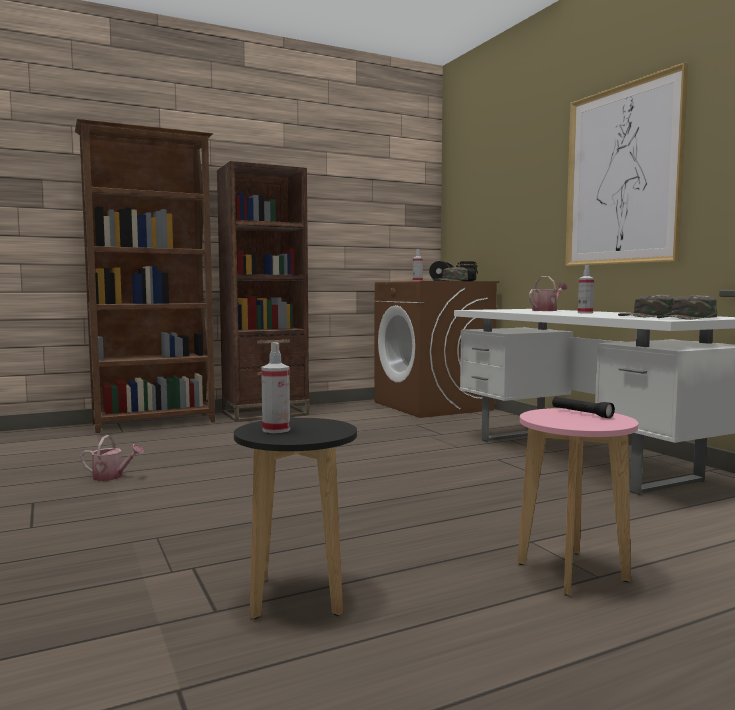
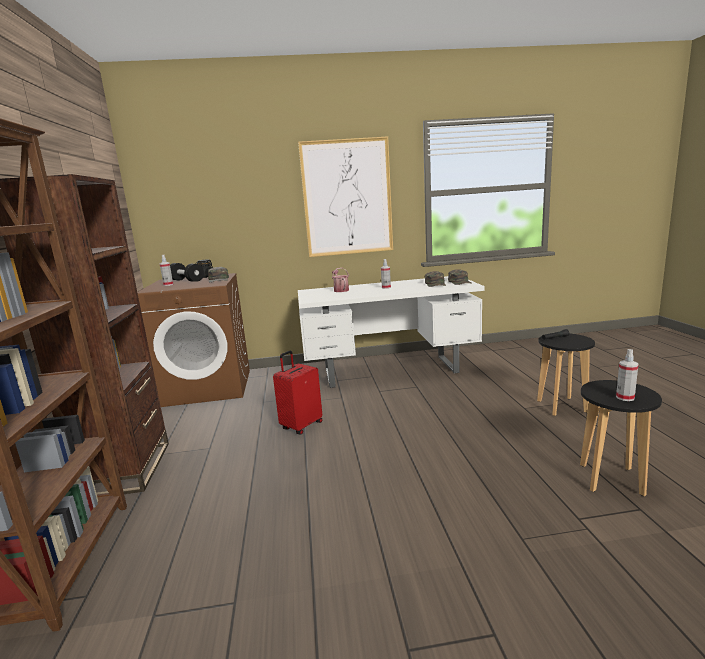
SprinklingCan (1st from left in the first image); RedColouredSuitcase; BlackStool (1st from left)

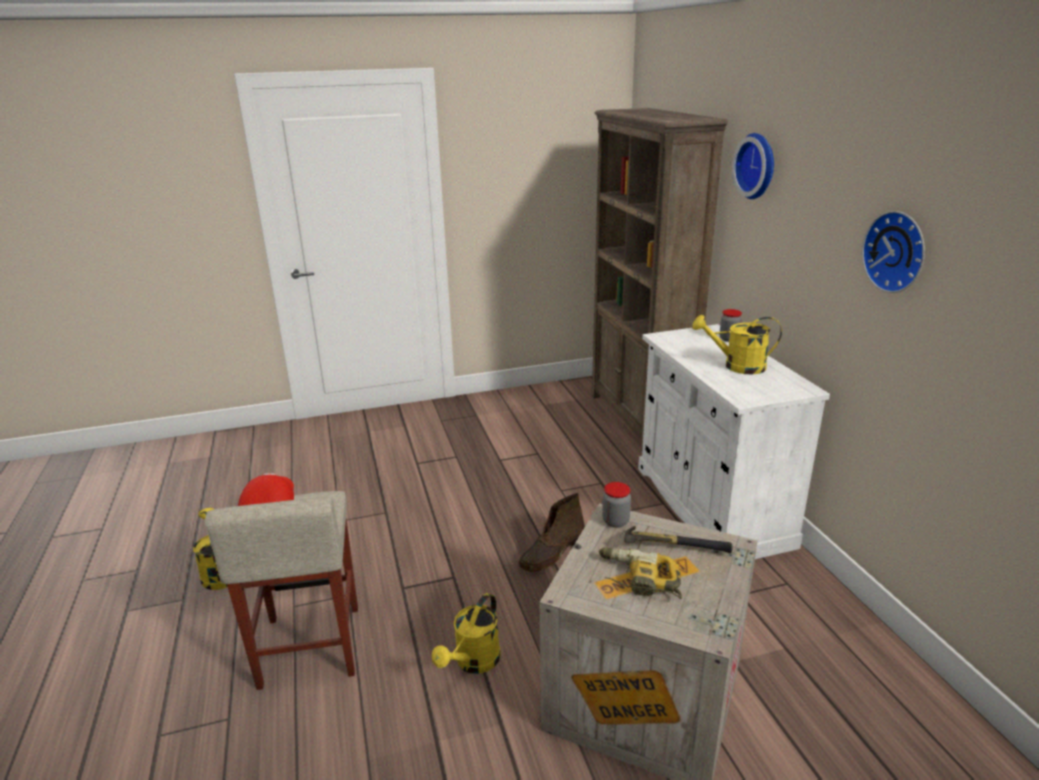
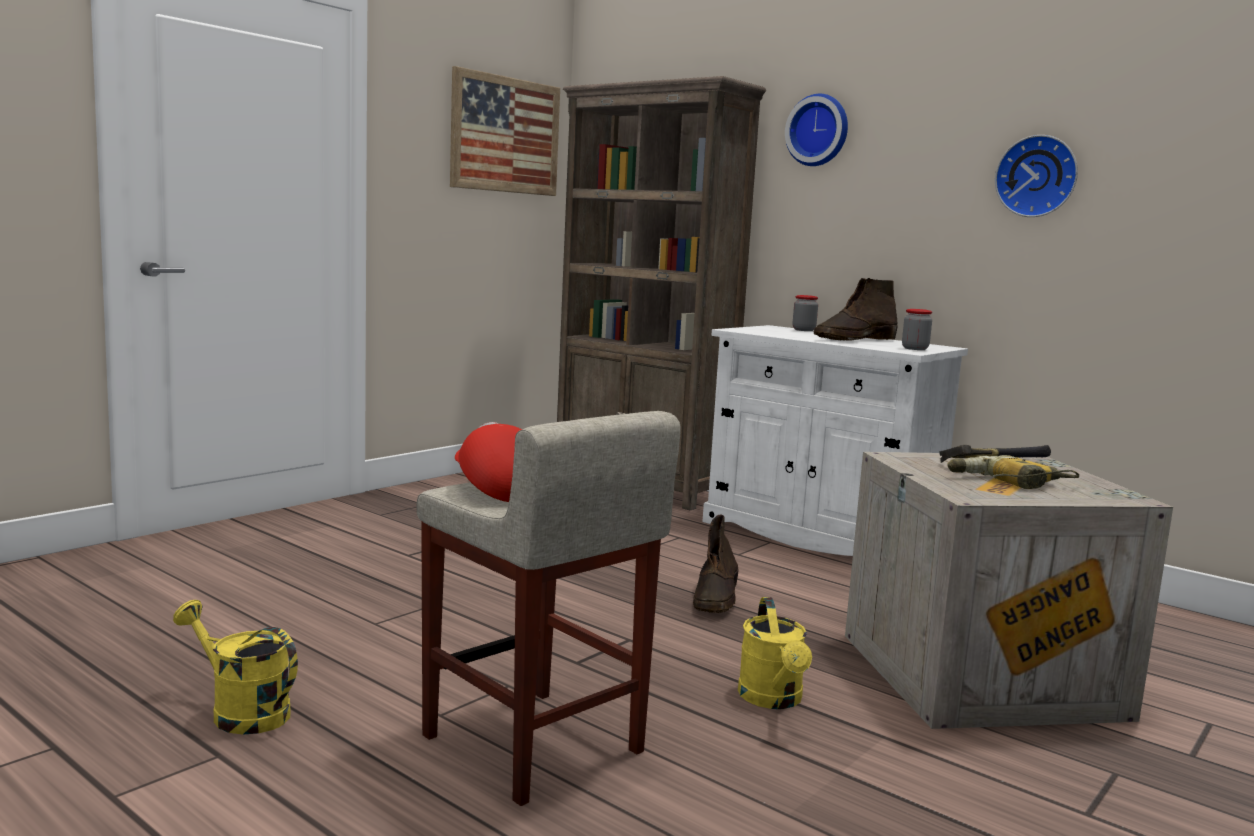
Picture; Jar (2nd from left); BrownishBoot (2nd from left)

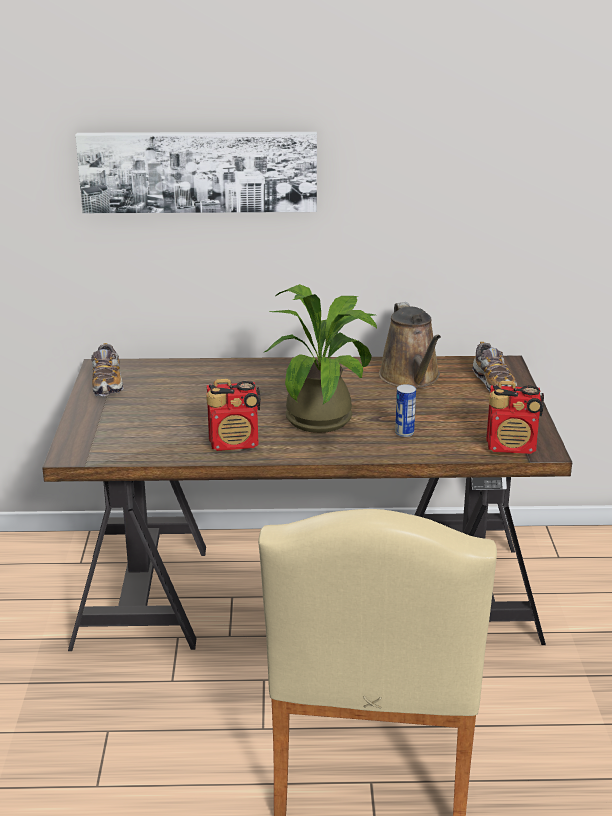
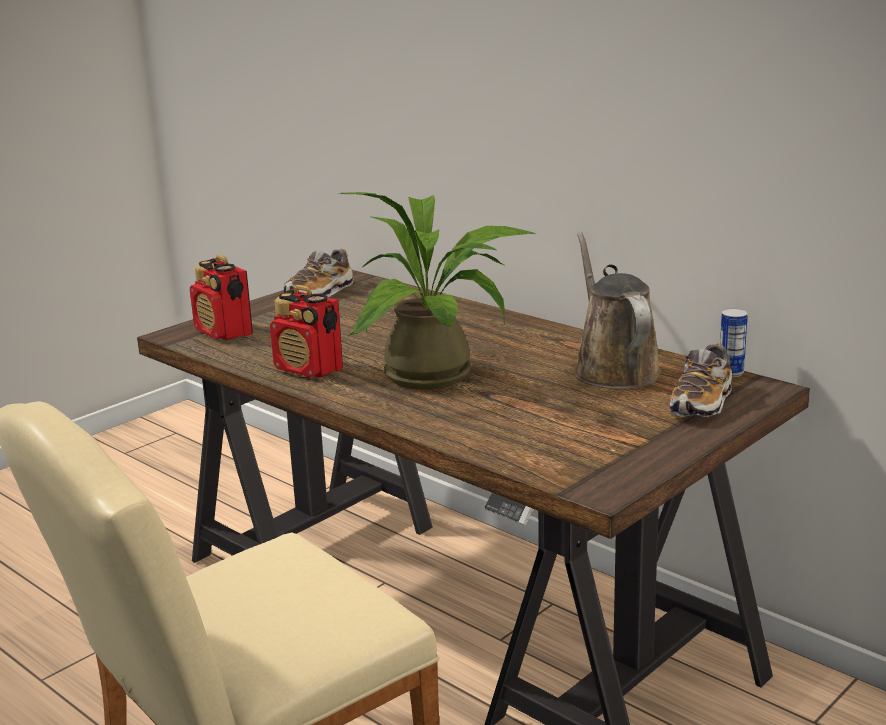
Picture; SealedCan; RadioSet (1st from left); BrownishSprinklingCan

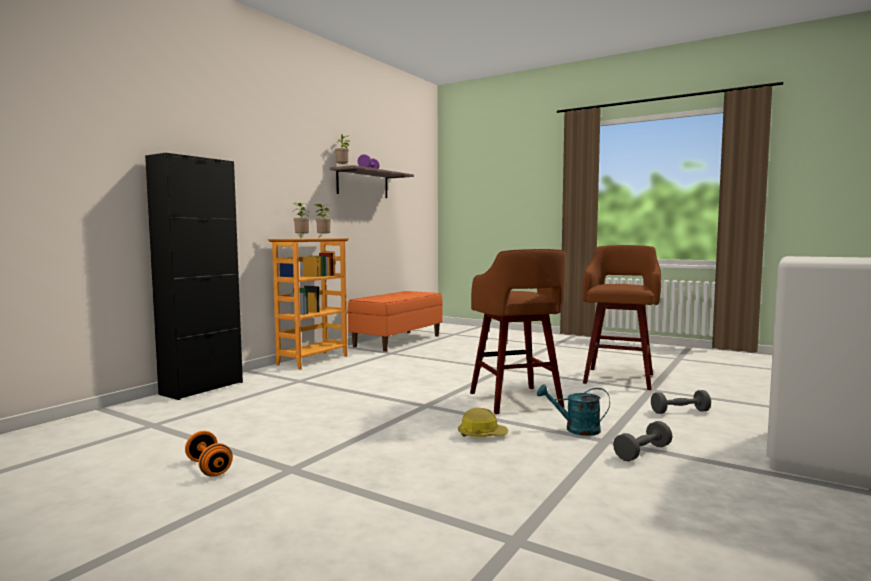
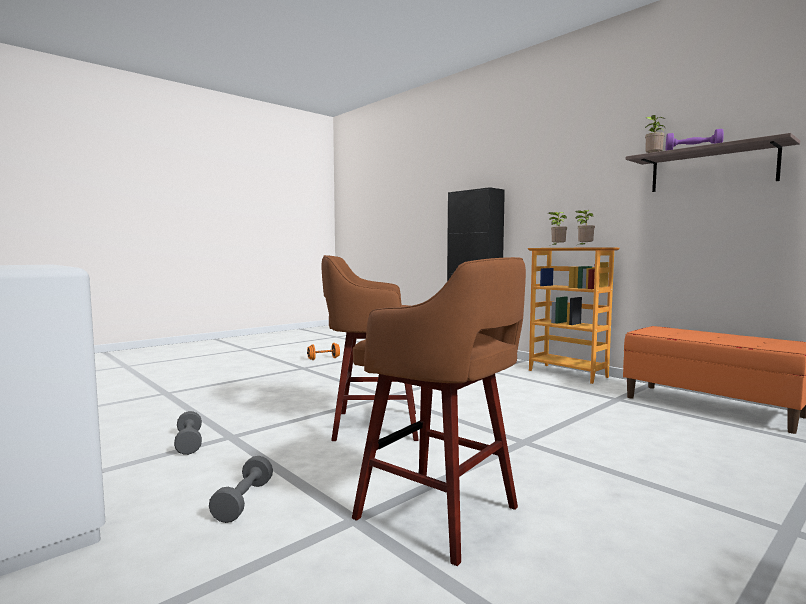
WorkHelmet; TurquoiseColouredSprinklingCan

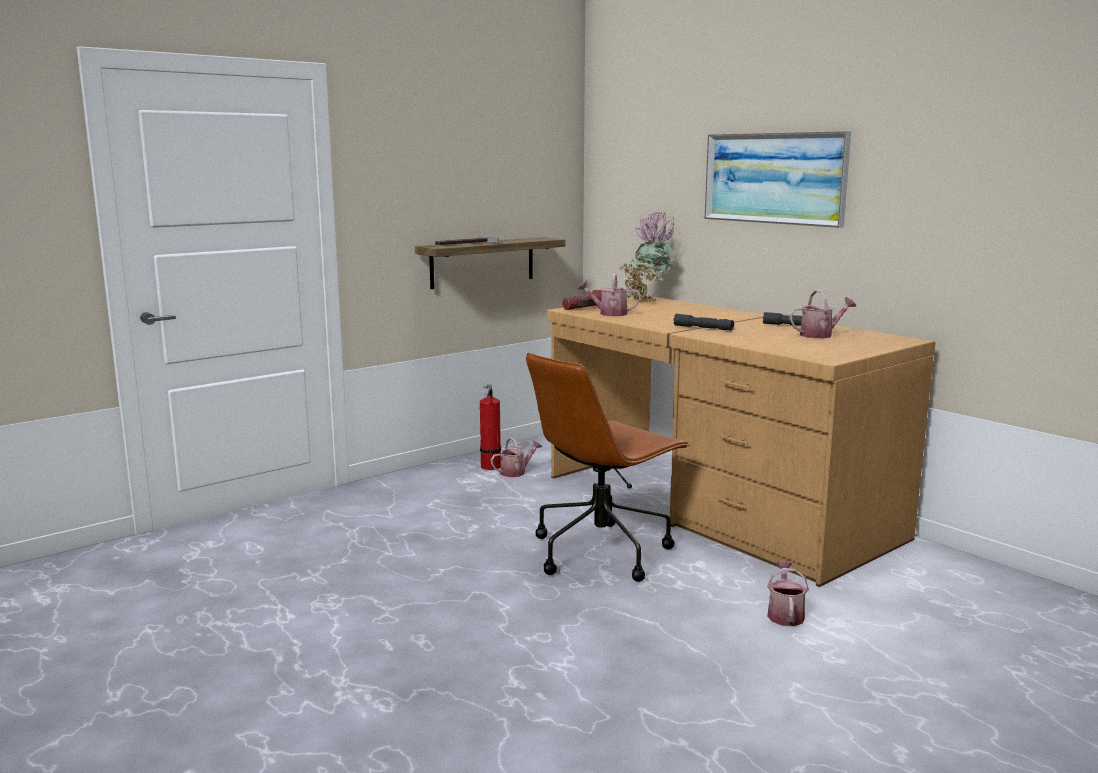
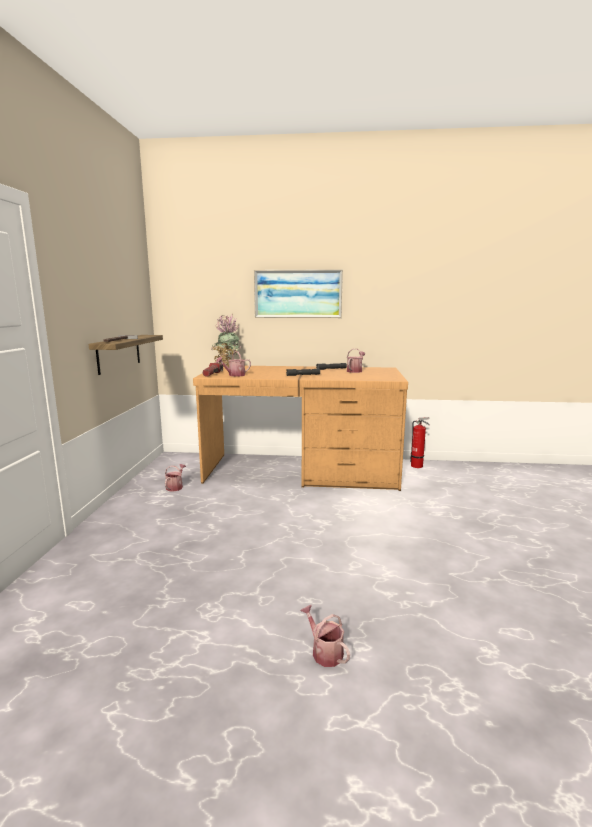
BrownishComputerChair; Extinguisher; SprinklingCan (3rd from left)

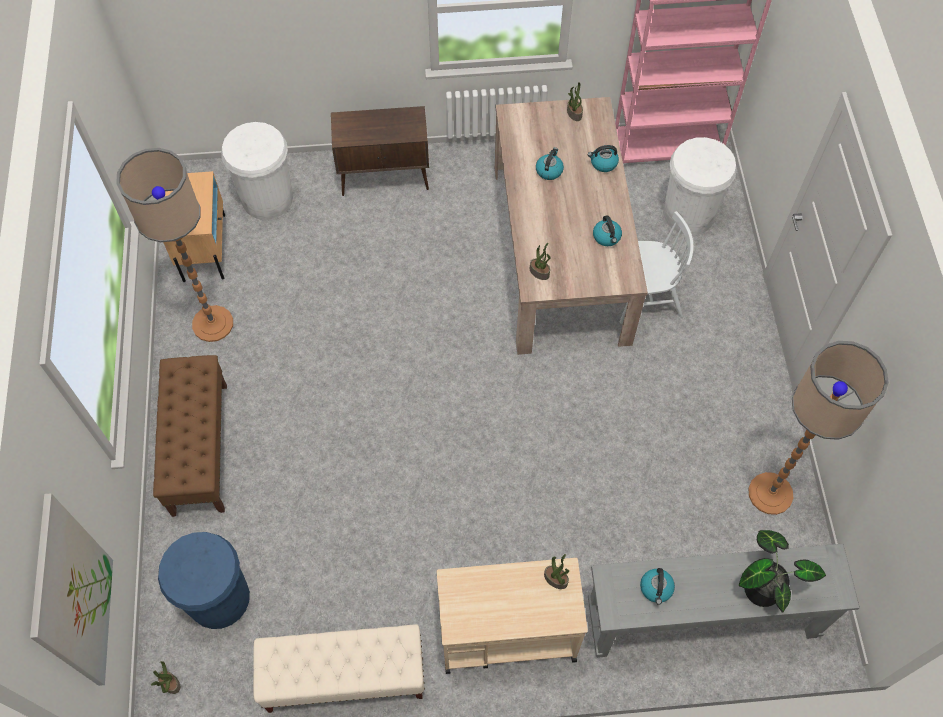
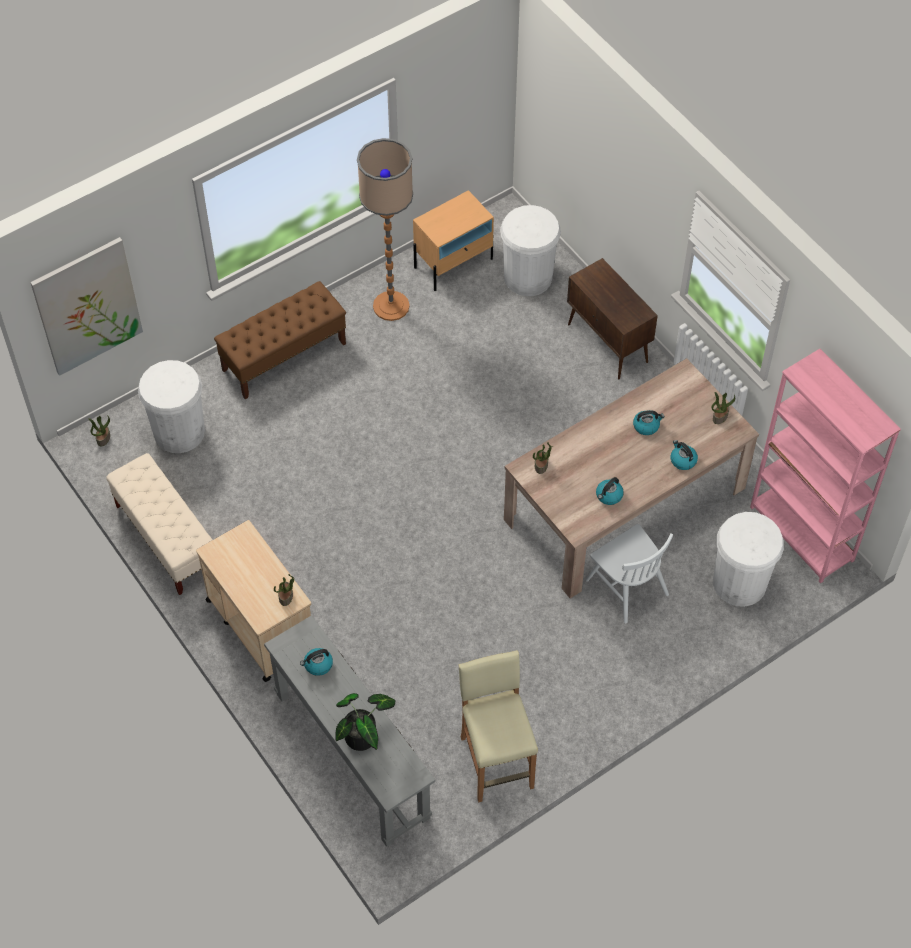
SandColouredStool; WhiteColouredTrashCan (1st from left)

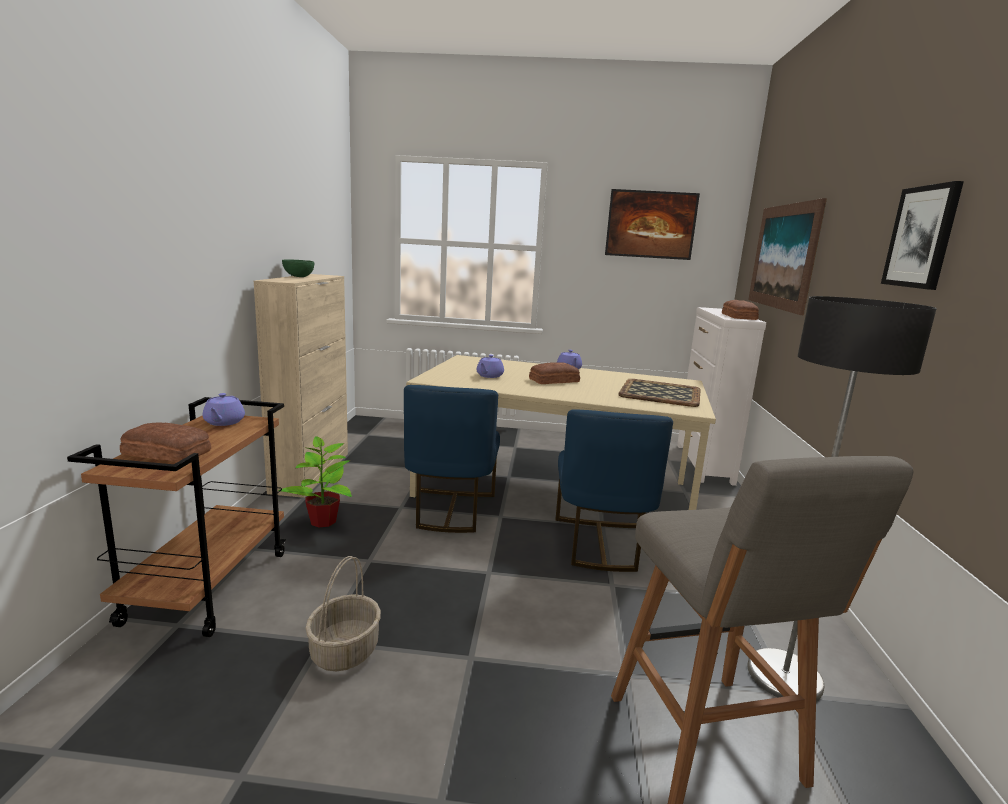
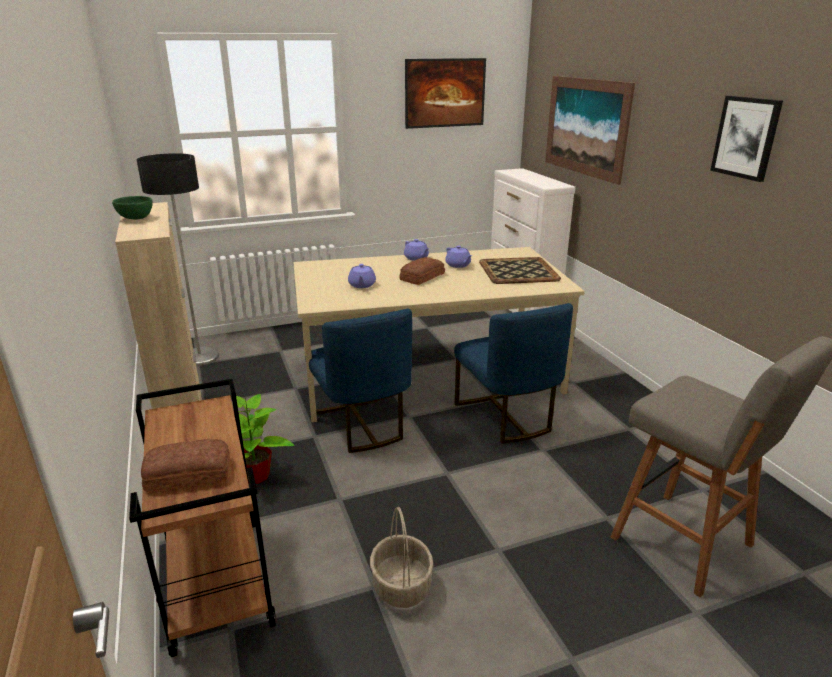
BakedBread (3rd from left in the first image); PurplishTeaPot (3rd from left); FloorLamp

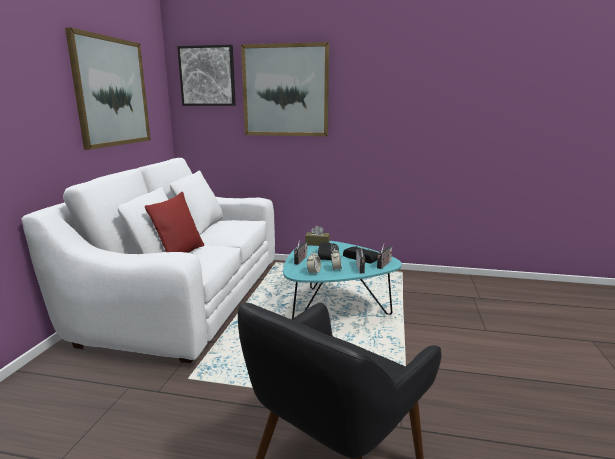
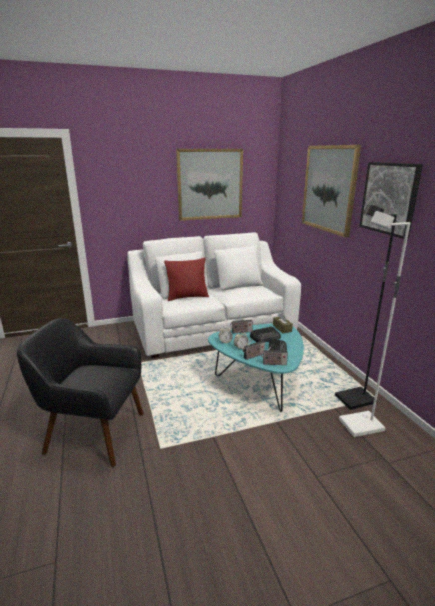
BlackFloorLamp; WhiteColouredFloorLamp; Picture (3rd from left)

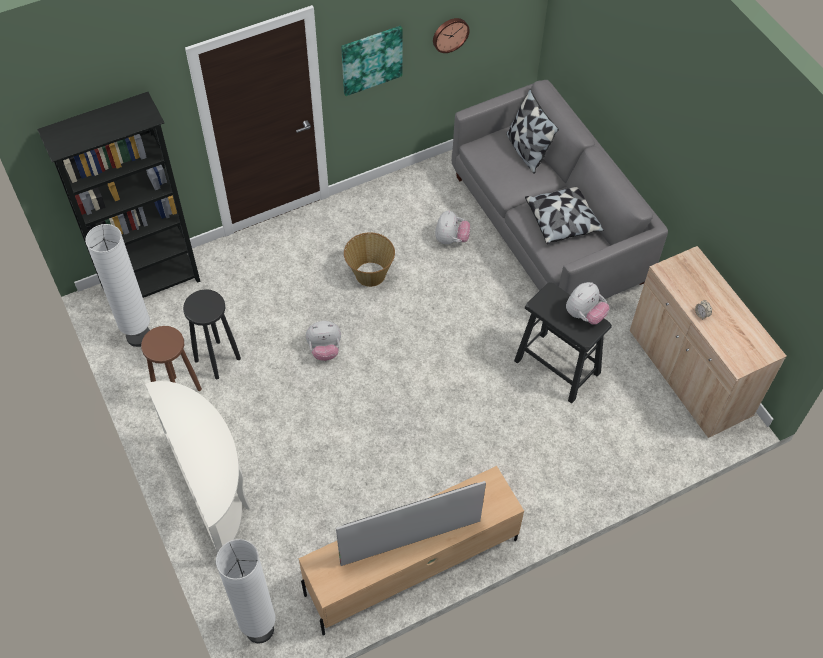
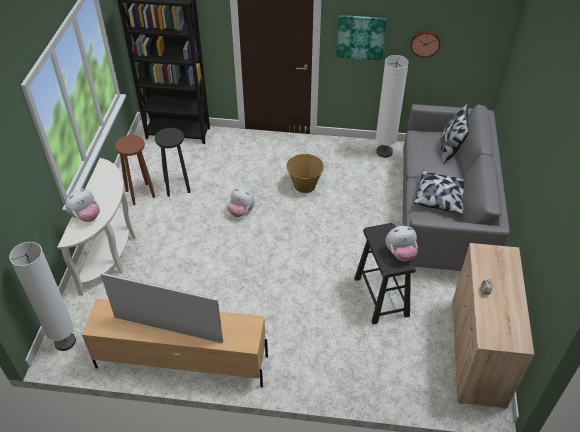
WhiteColouredFloorLamp (2nd from left); PlushToy (1st from left)

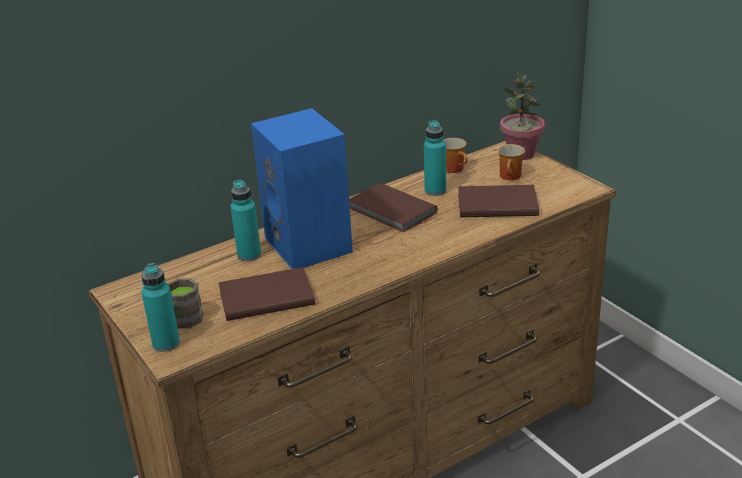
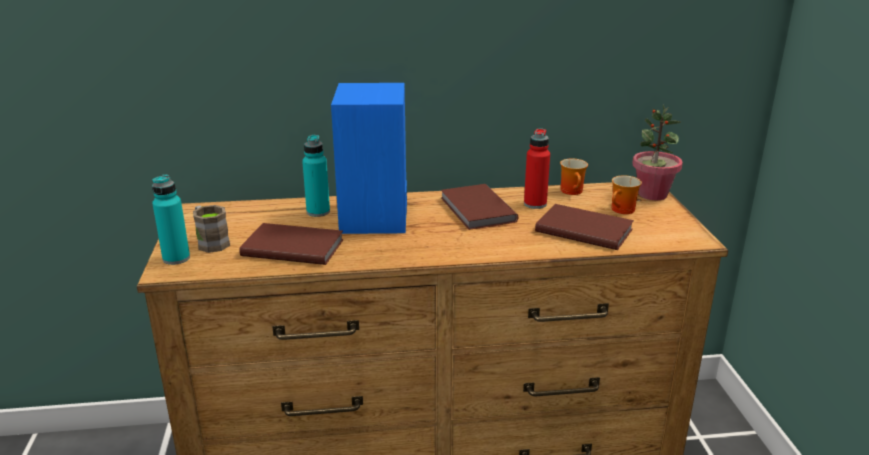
RedColouredBeverageBottle

